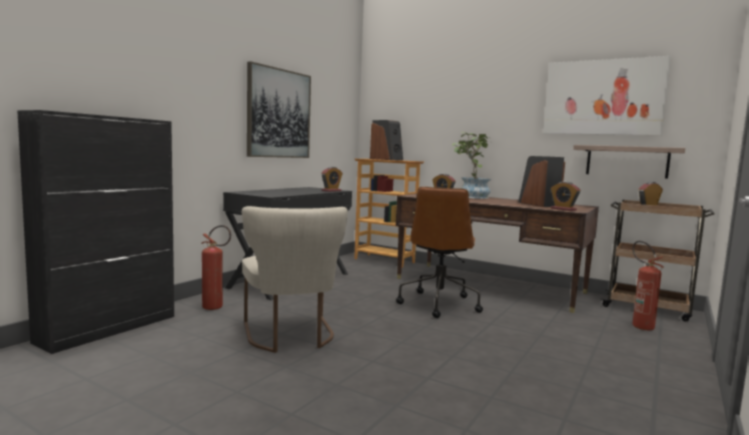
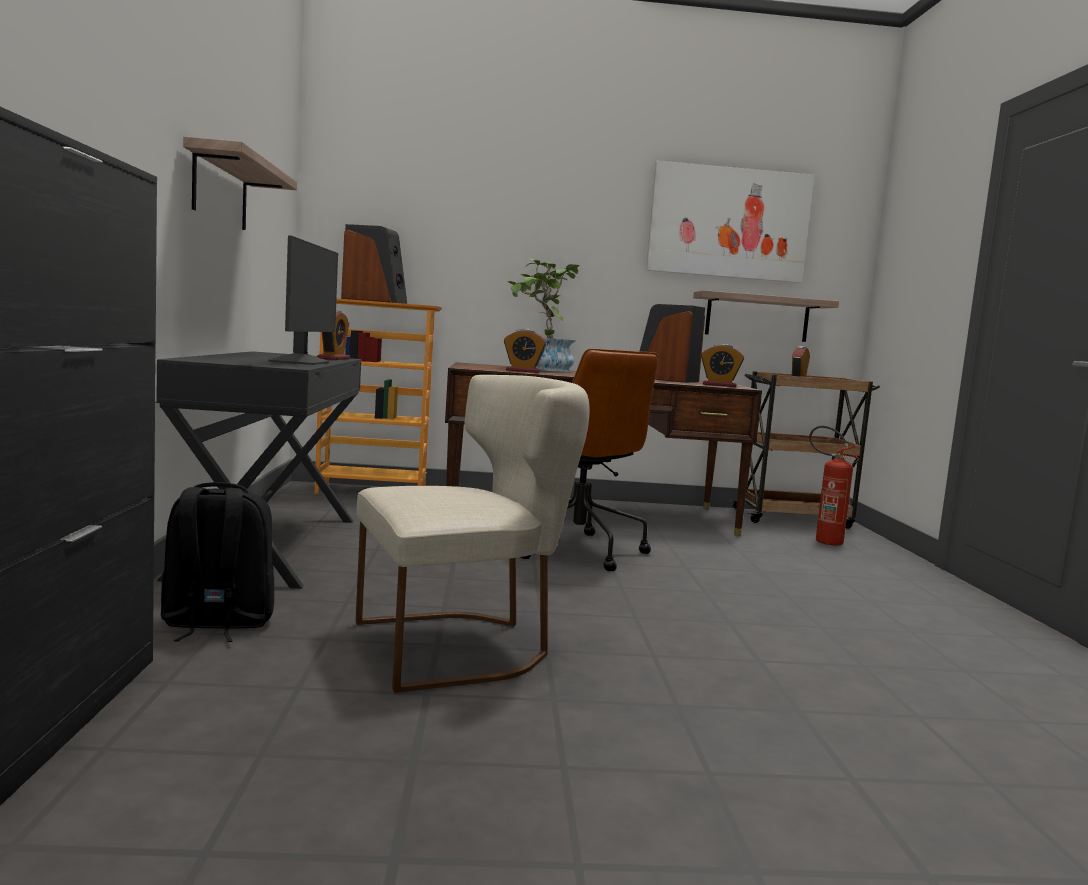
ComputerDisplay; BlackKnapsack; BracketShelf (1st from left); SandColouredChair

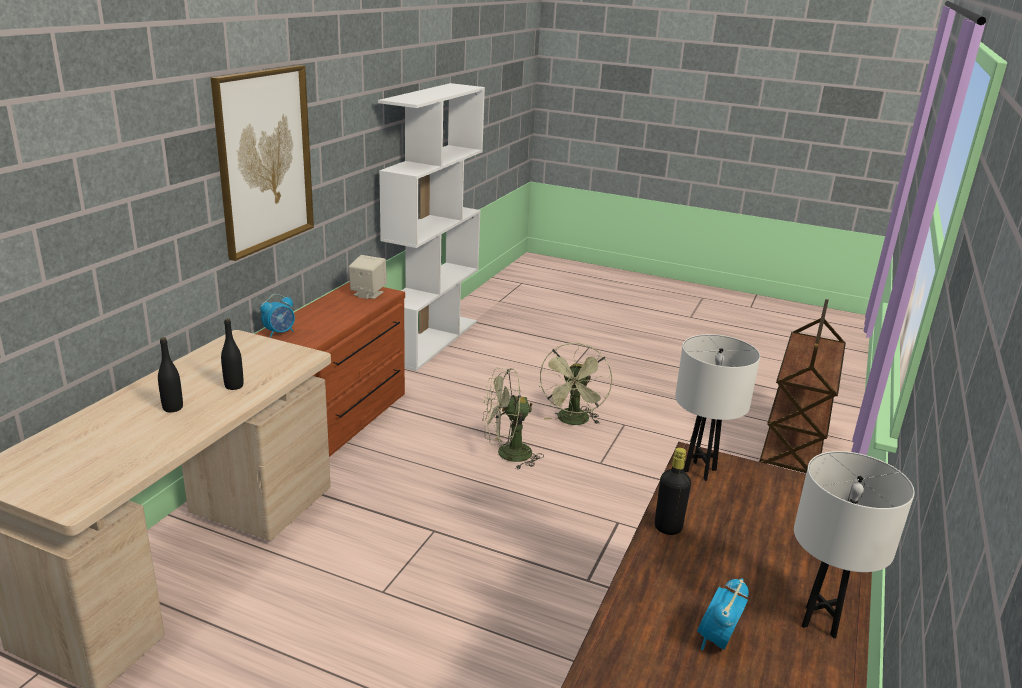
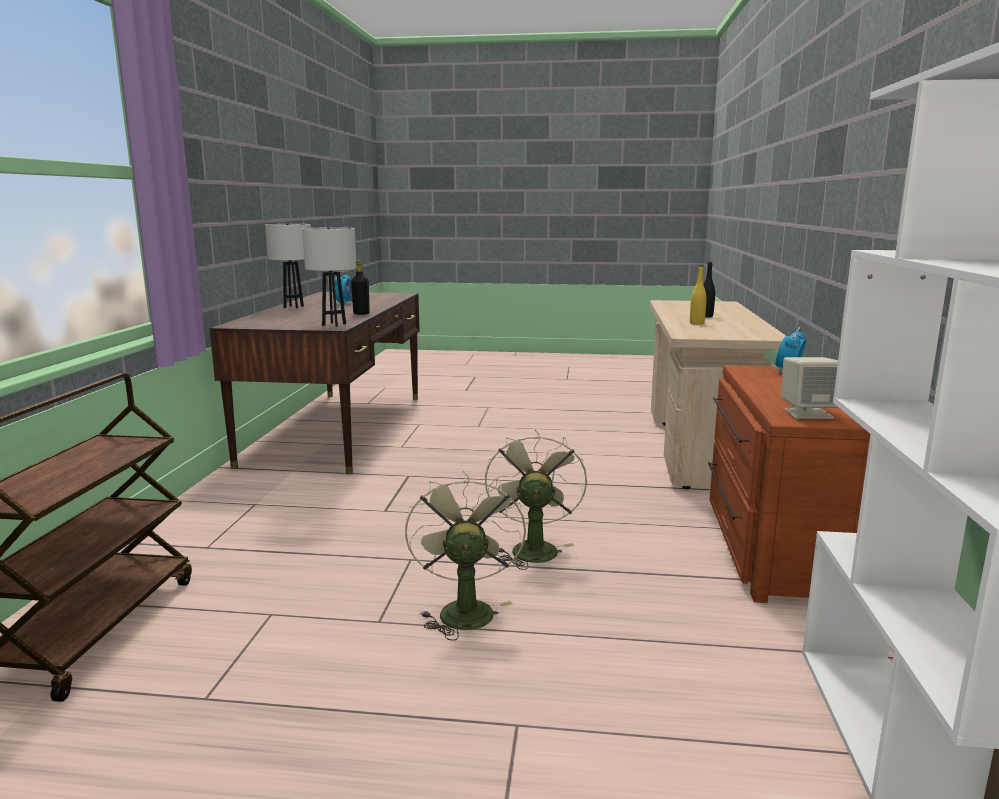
Picture; YellowishBeverageBottle; GreenCoolingFan (2nd from left)

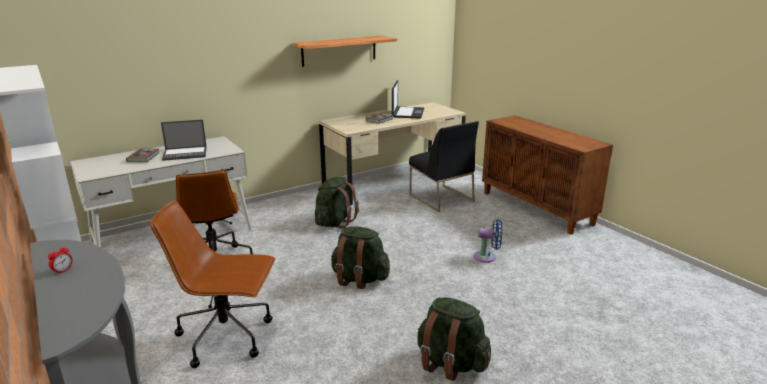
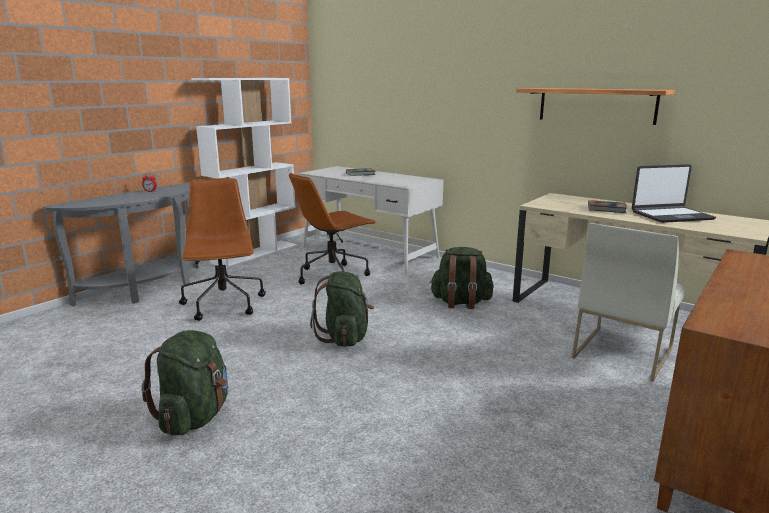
PortableComputer (1st from left in the first image); BlueCoolingFan; WhiteColouredChair

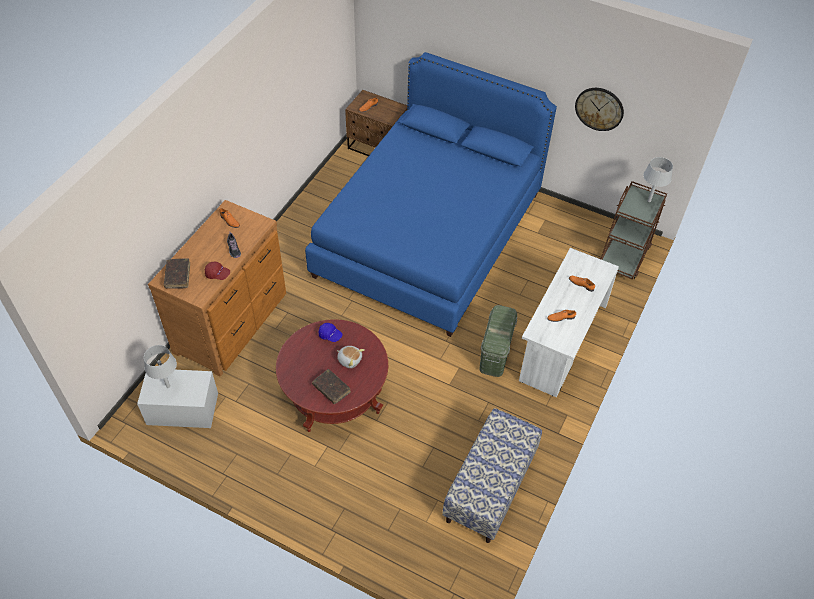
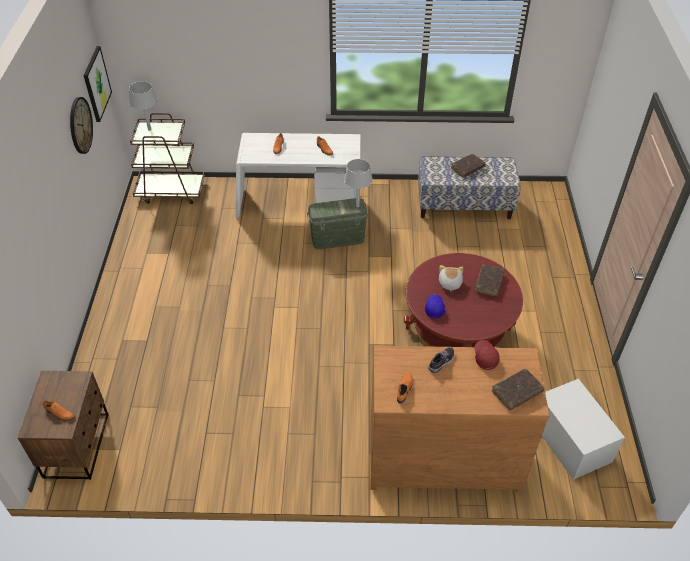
BlueBedroomBed; Picture; BrownishVolume (1st from left); GrayLampForATable (2nd from left)

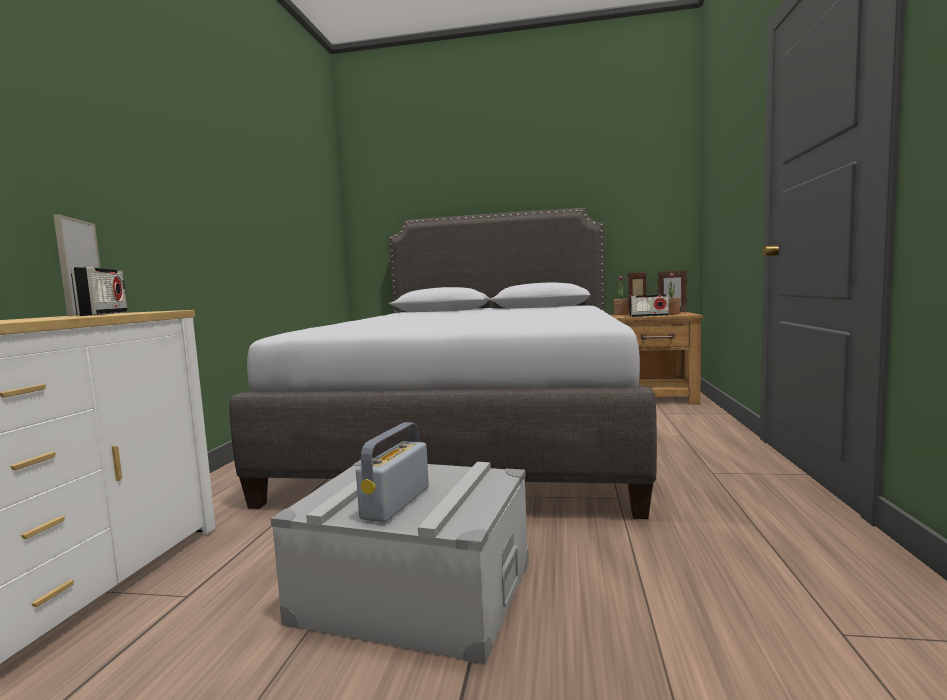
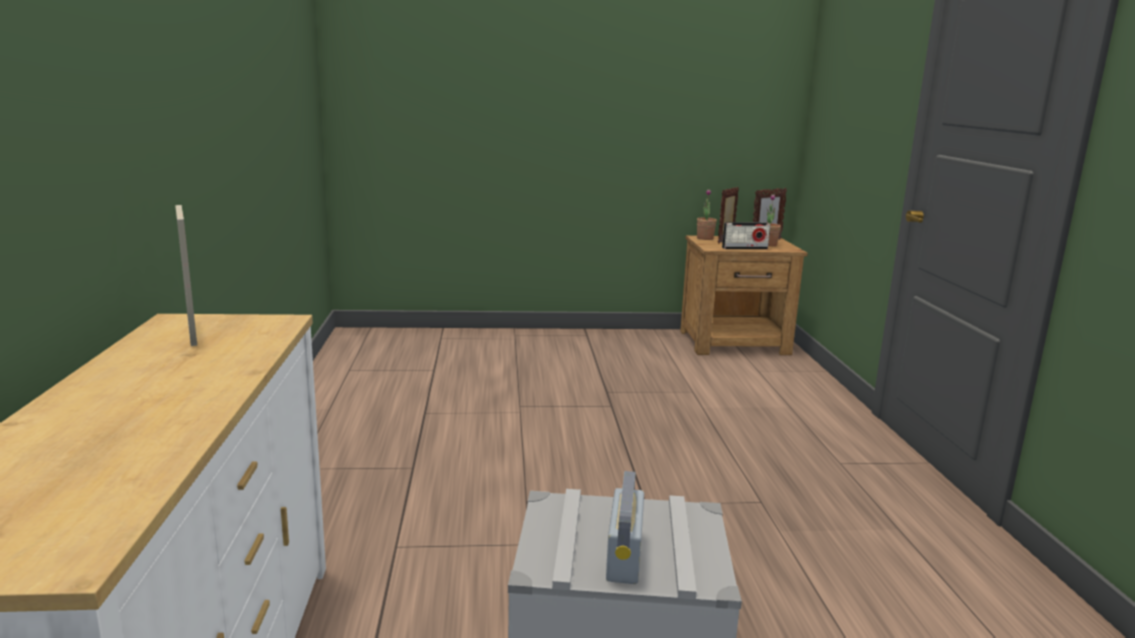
RadioSet (1st from left in the first image); GrayBedroomBed

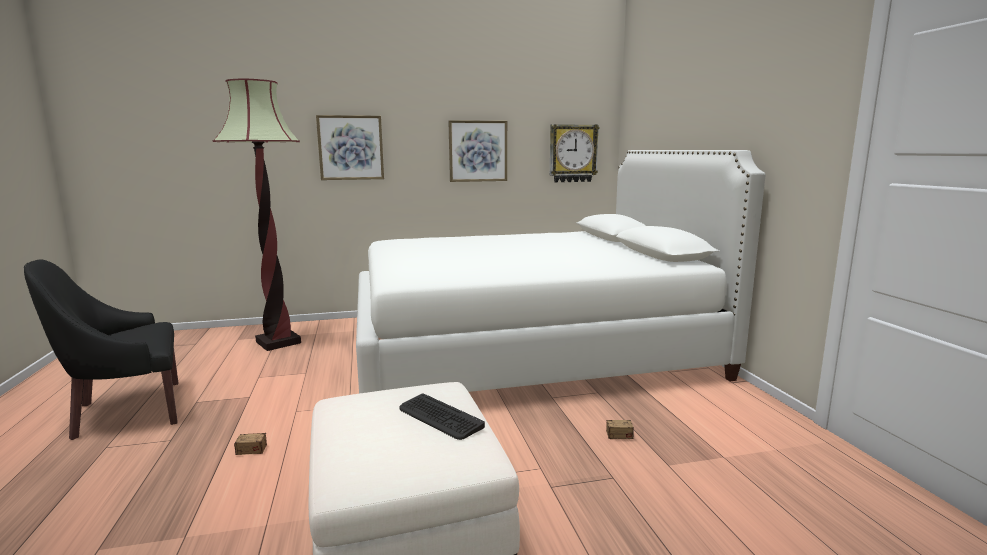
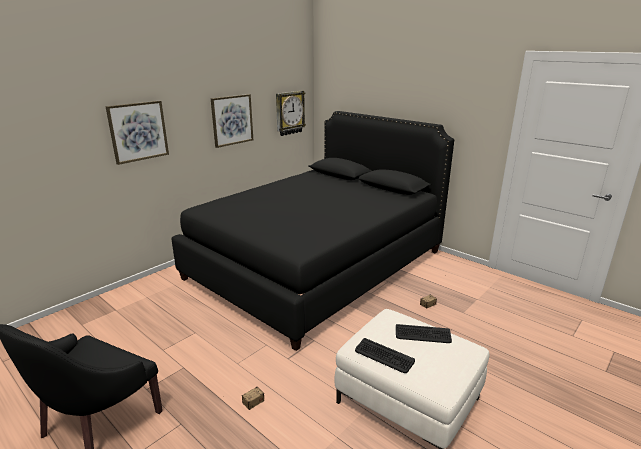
FloorLamp; Keyboard (1st from left); BlackBedroomBed

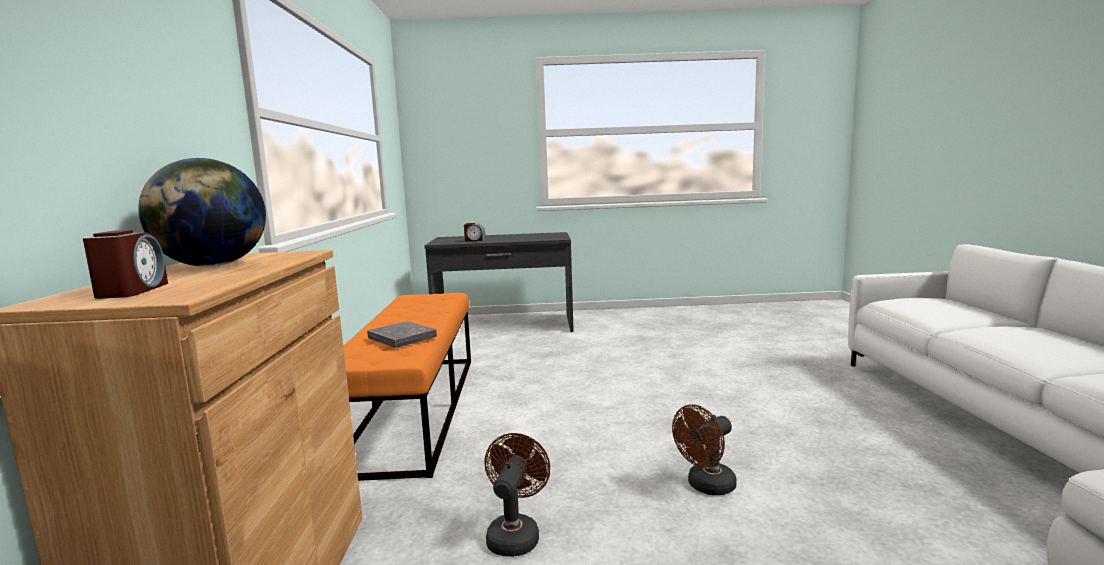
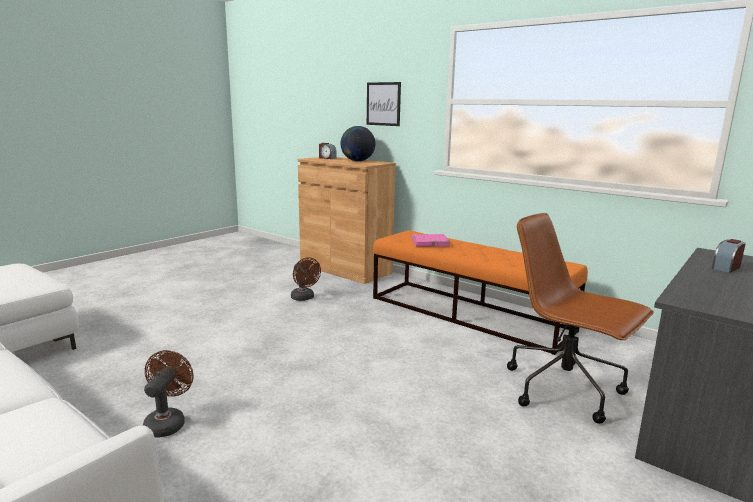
Picture; BrownishComputerChair; BrownishCoolingFan (1st from left); PinkishVolume

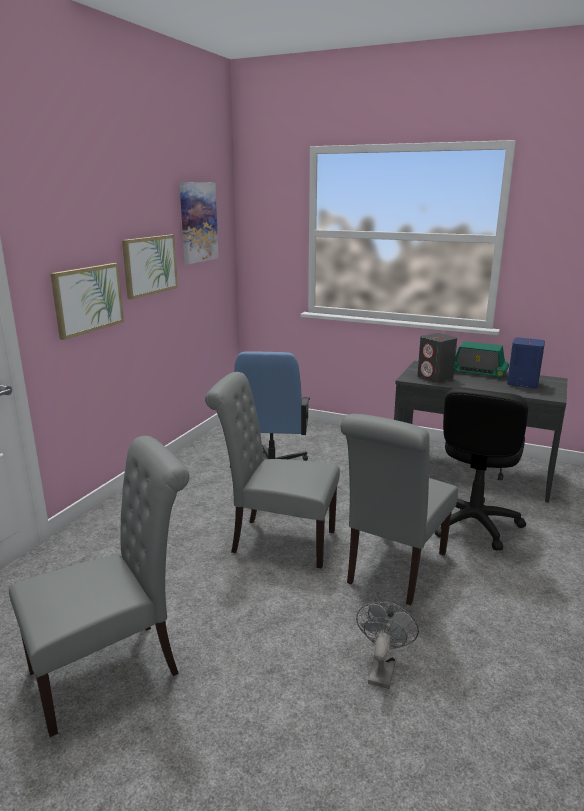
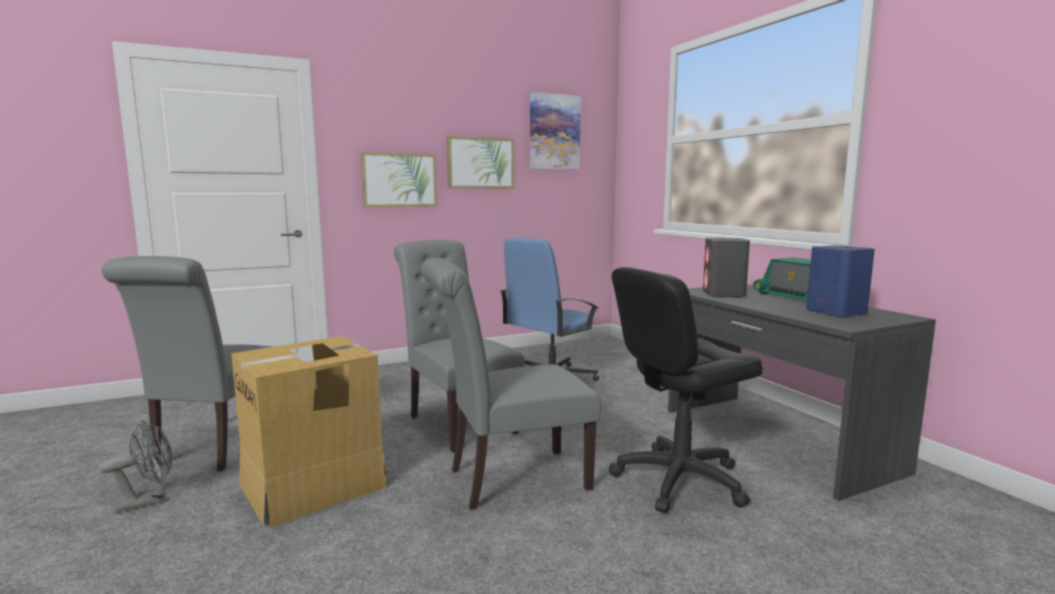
CardboardBox; GrayCoolingFan; GrayChair (1st from left)

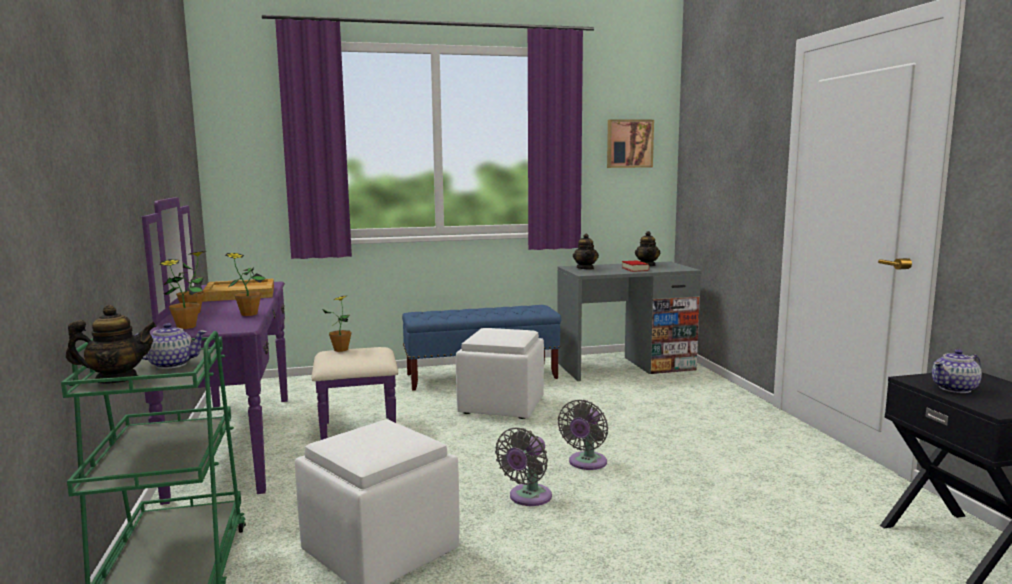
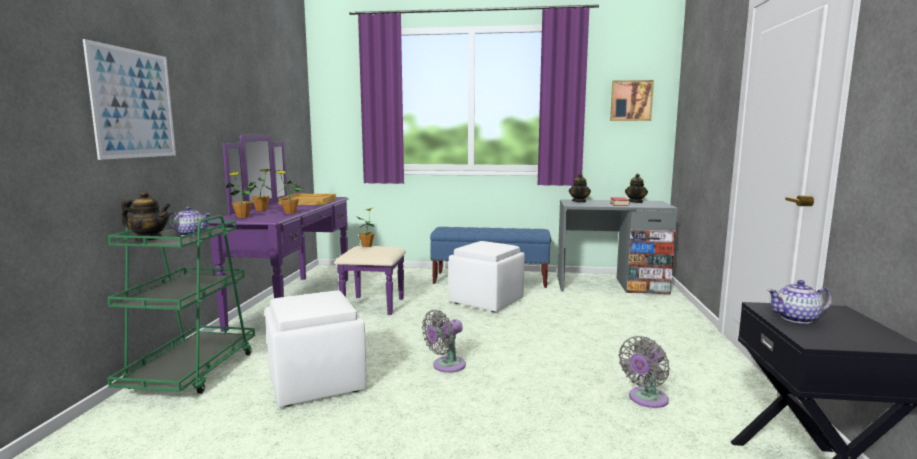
Picture (1st from left); GrayCoolingFan (2nd from left)

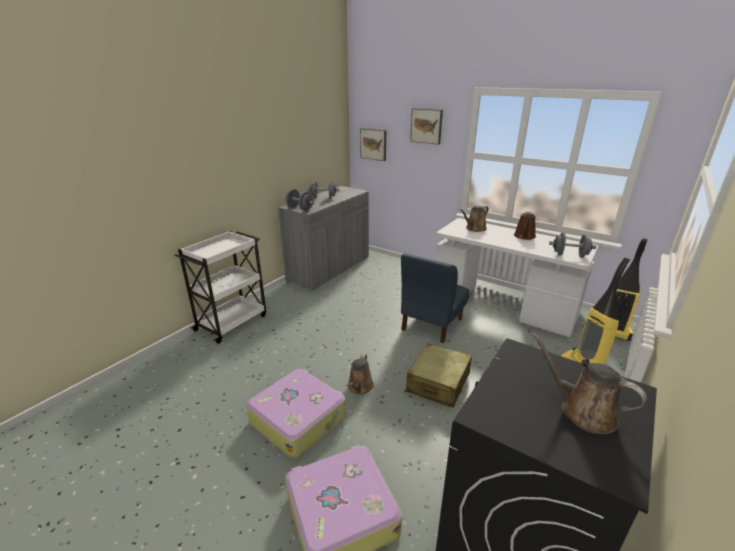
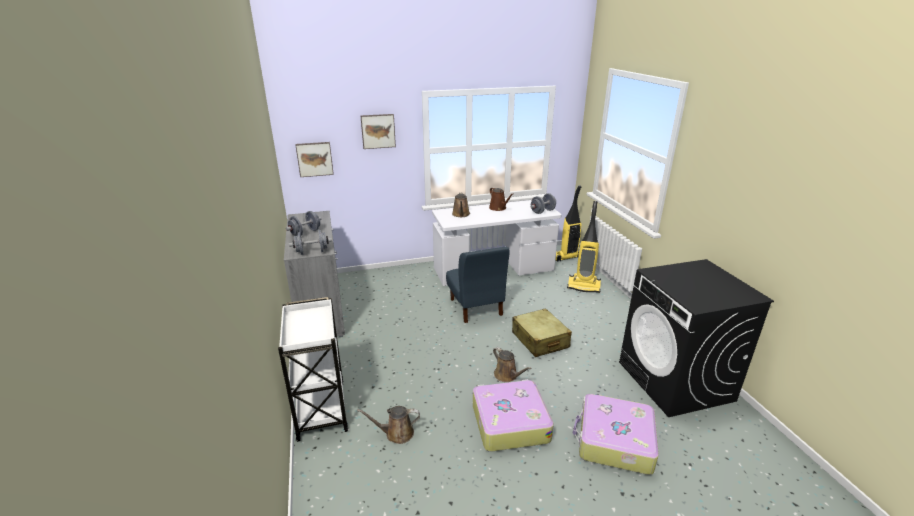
BrownishSprinklingCan (1st from left)

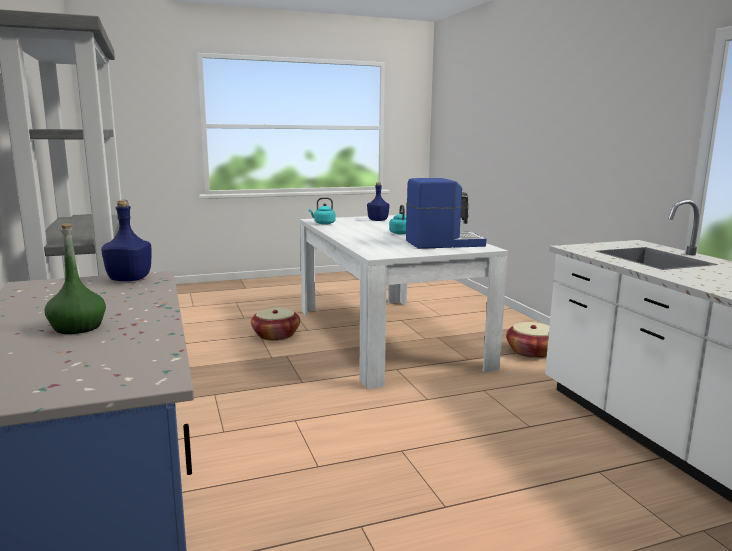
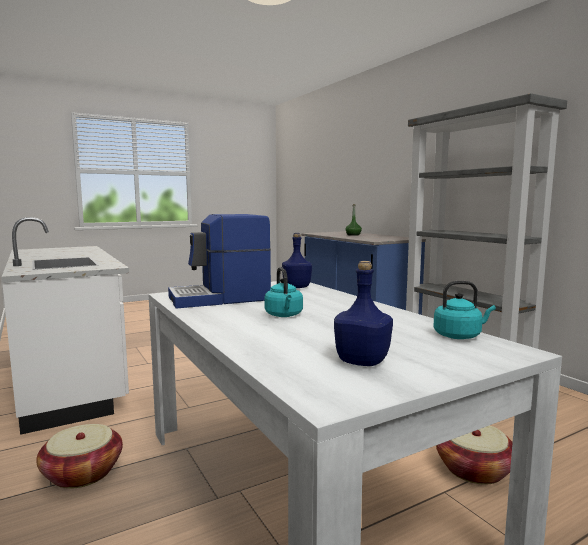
BlueBeverageBottle (1st from left)

